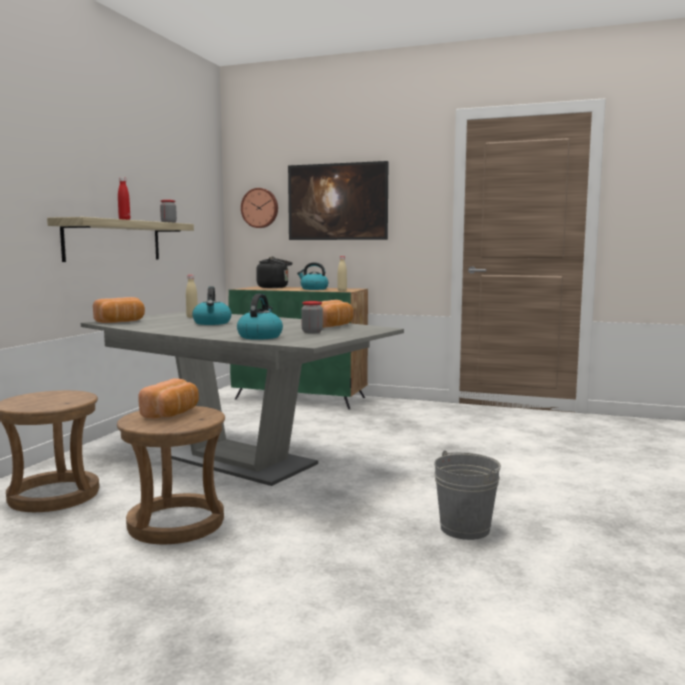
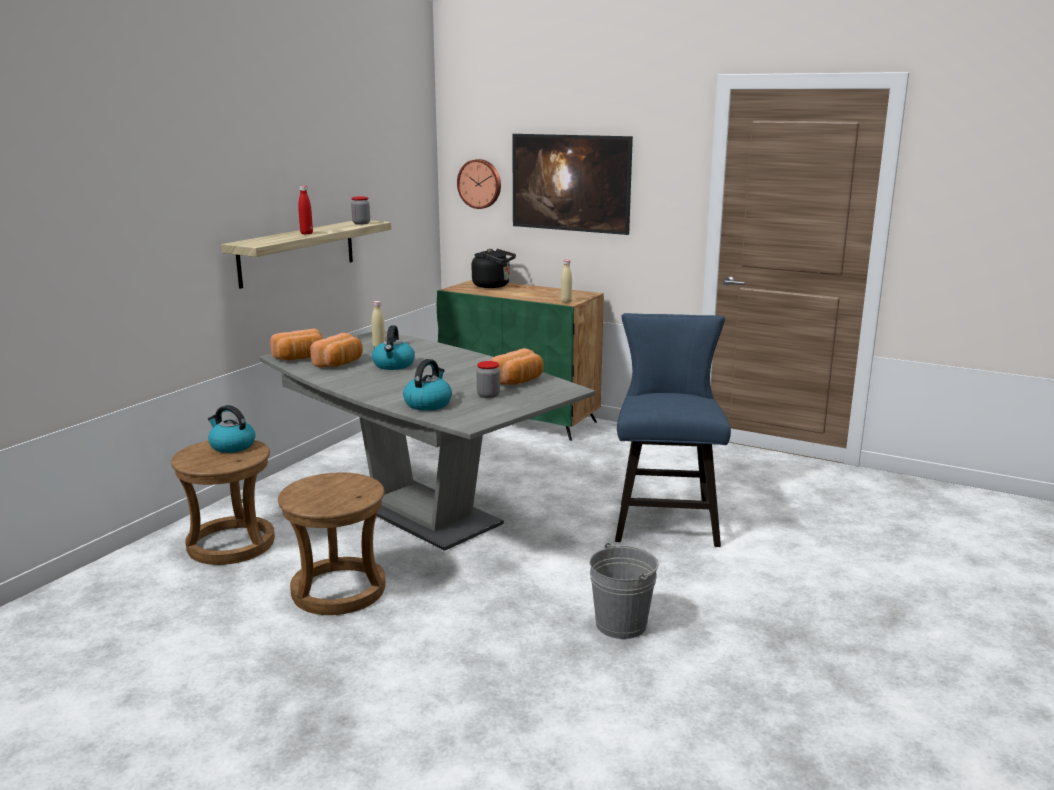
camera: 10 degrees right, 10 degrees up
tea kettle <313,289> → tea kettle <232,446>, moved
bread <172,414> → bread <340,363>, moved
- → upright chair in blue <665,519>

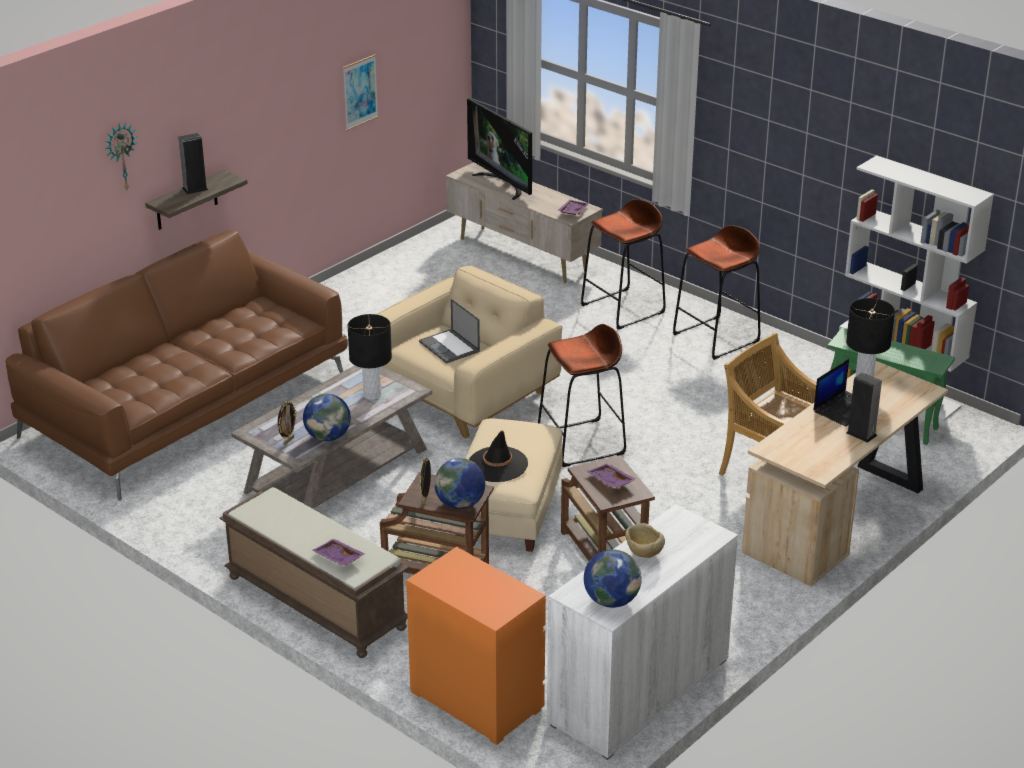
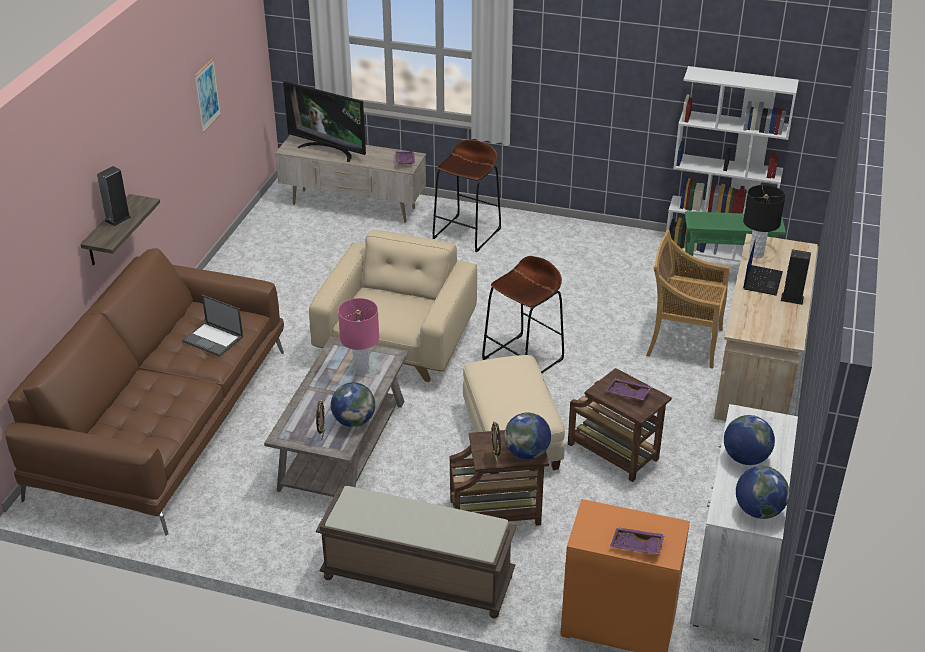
camera: 25 degrees left, 5 degrees up
portable computer <450,347> → portable computer <214,339>, moved
table lamp in blackish <372,395> → table lamp in pink-coloured <361,370>
tray in purple <338,558> → tray in purple <636,546>, moved
deep dish in beige <643,554> → world globe <745,458>
wall clock <121,156> → -
hat in blackish <497,465> → -
stool seat in brownish <716,337> → -

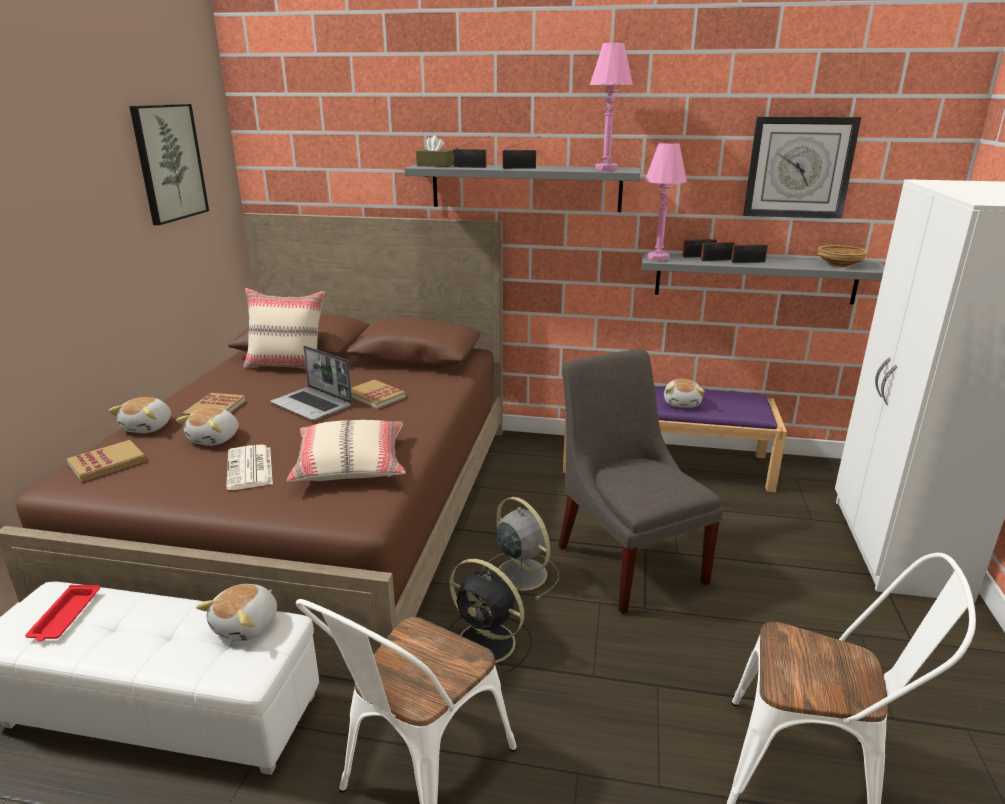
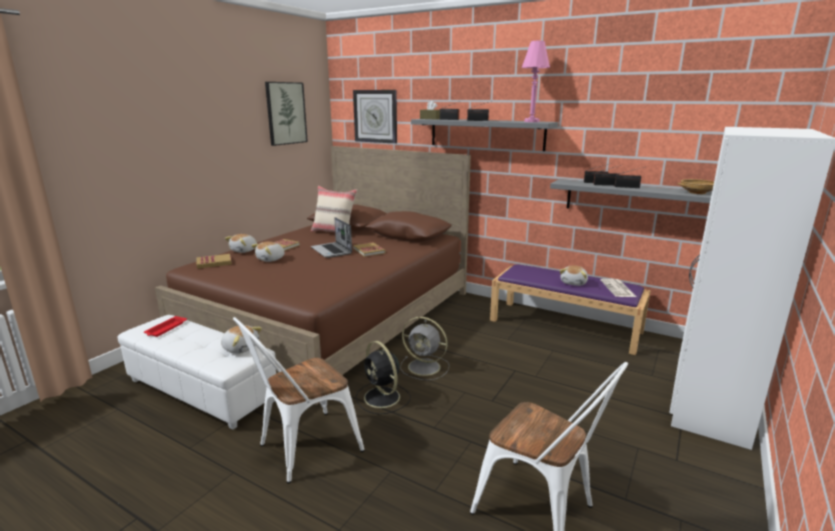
camera: 20 degrees right, 5 degrees down
soft toy <247,625> → soft toy <241,348>, 105 degrees counterclockwise
wall clock <799,167> → wall clock <375,116>, moved
cooling fan in greyish <519,573> → cooling fan in greyish <425,367>, 135 degrees clockwise
printed paper <250,468> → printed paper <618,289>, moved
cushion in beige <351,465> → -
upright chair in greyish <628,559> → -
table lamp in pink-coloured <658,258> → -

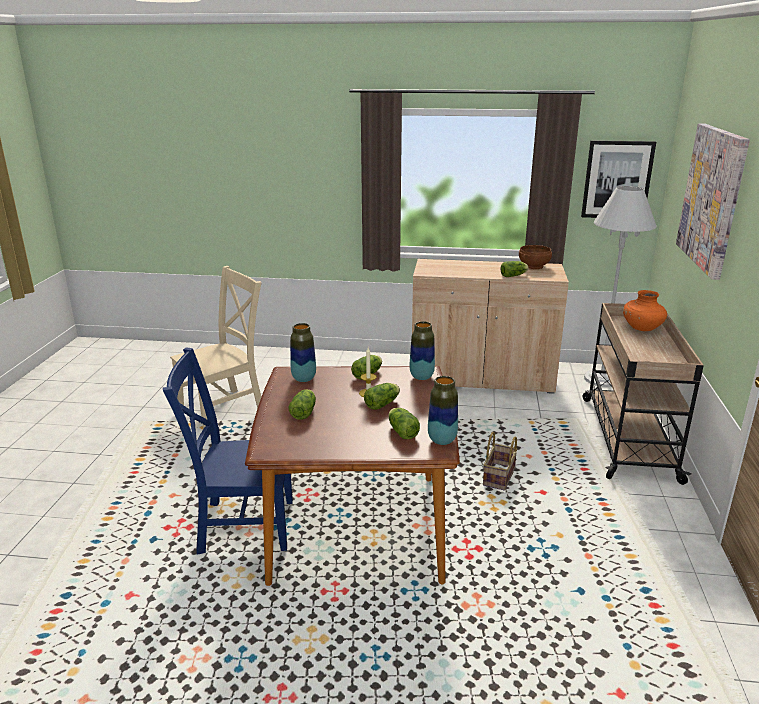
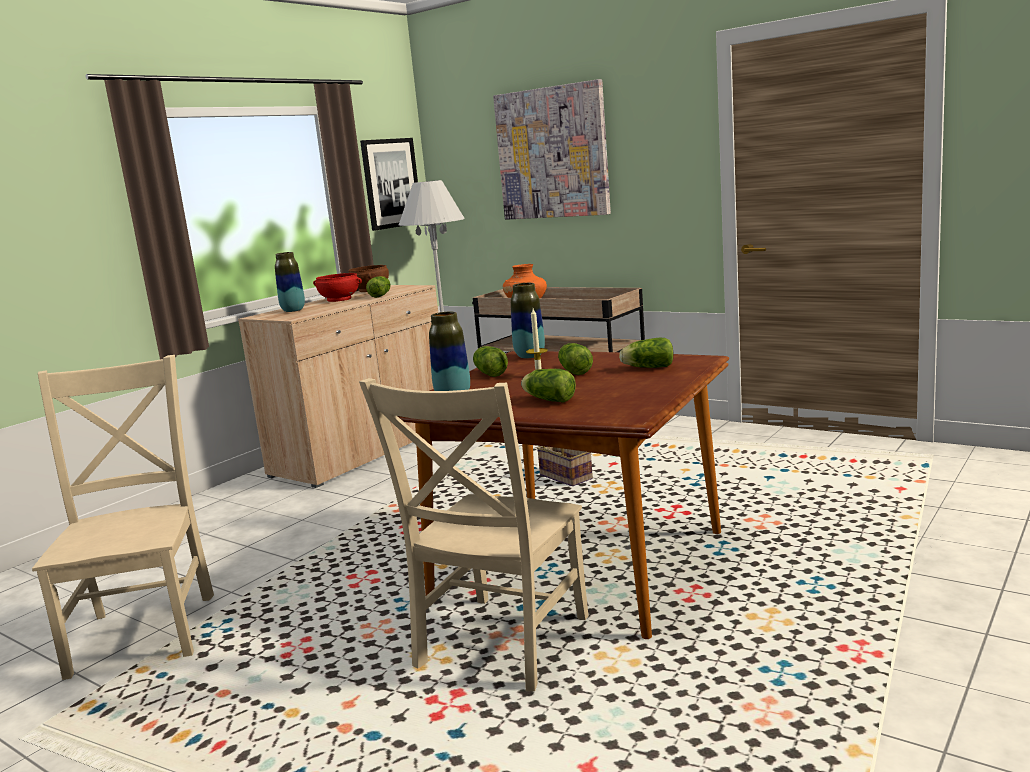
camera: 60 degrees left, 10 degrees down
flower vase <442,440> → flower vase <293,310>, moved
- → deep dish in red-coloured <339,299>
upright chair in blue <242,526> → upright chair in beige <499,646>

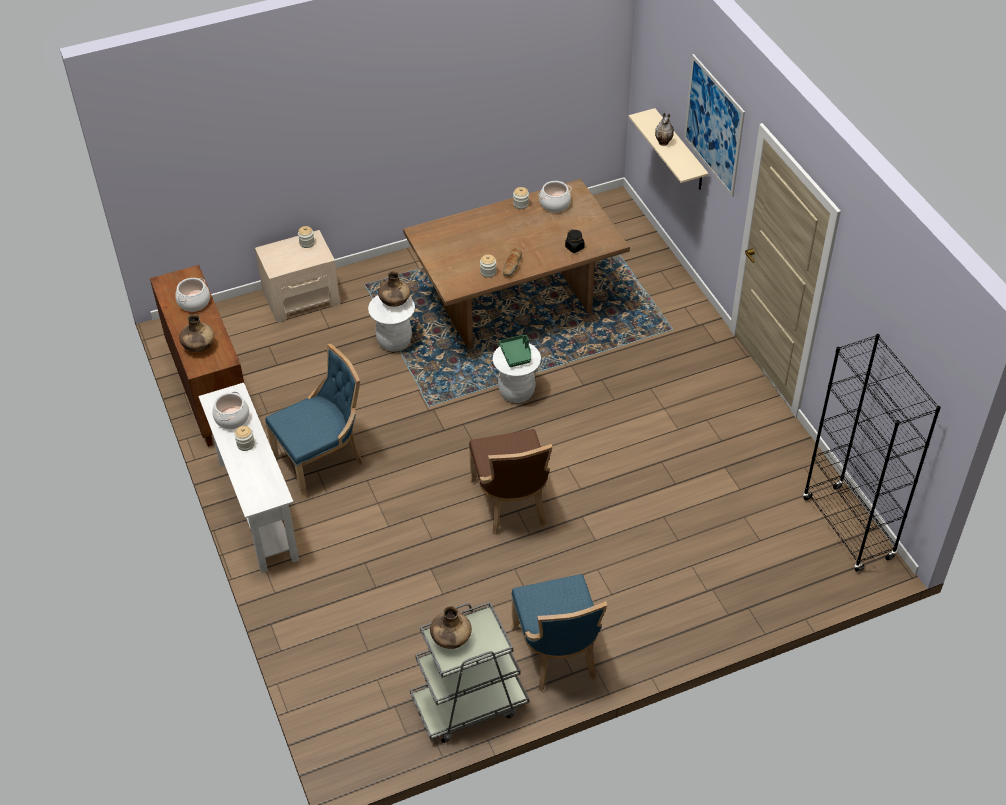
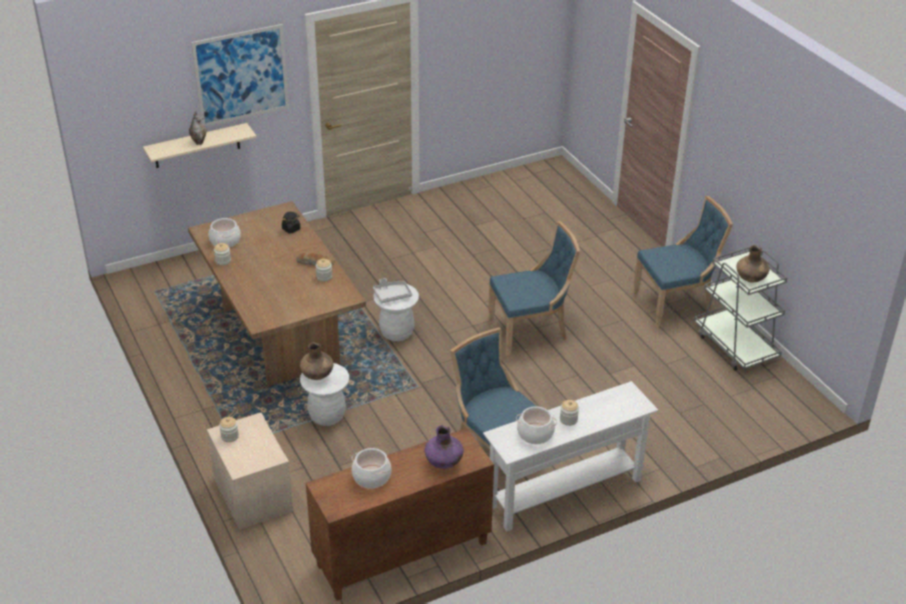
camera: 95 degrees left, 10 degrees down
tray in green <516,354> → tray in greyish <392,295>
flower vase in brownish <199,347> → flower vase in purple <444,462>
upright chair in brownish <511,504> → upright chair in blue <531,331>
bookshelf in blackish <847,529> → -

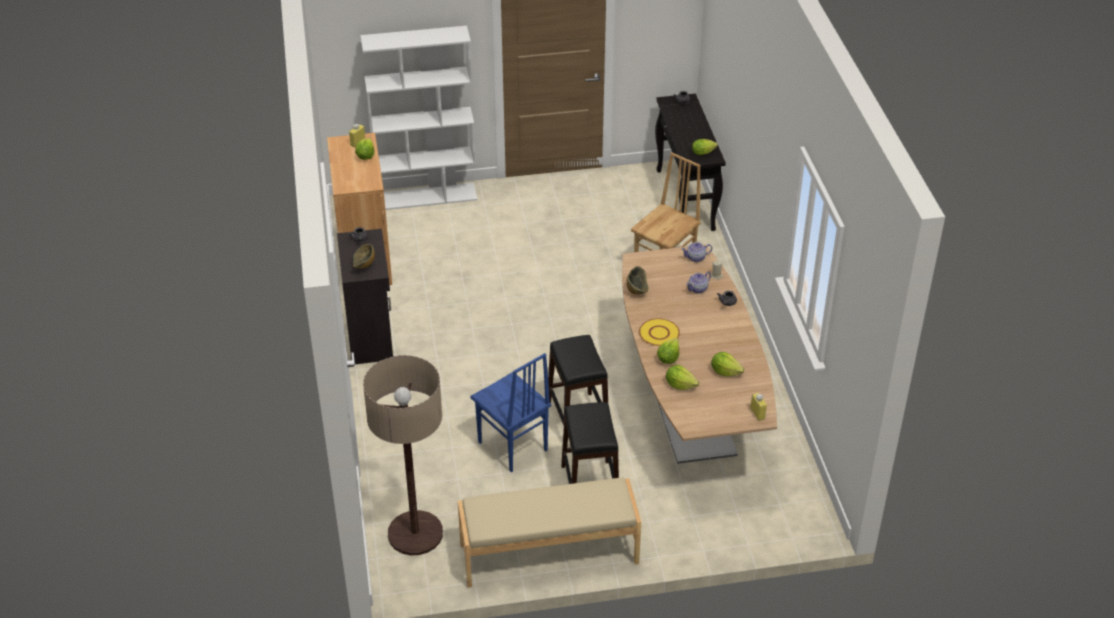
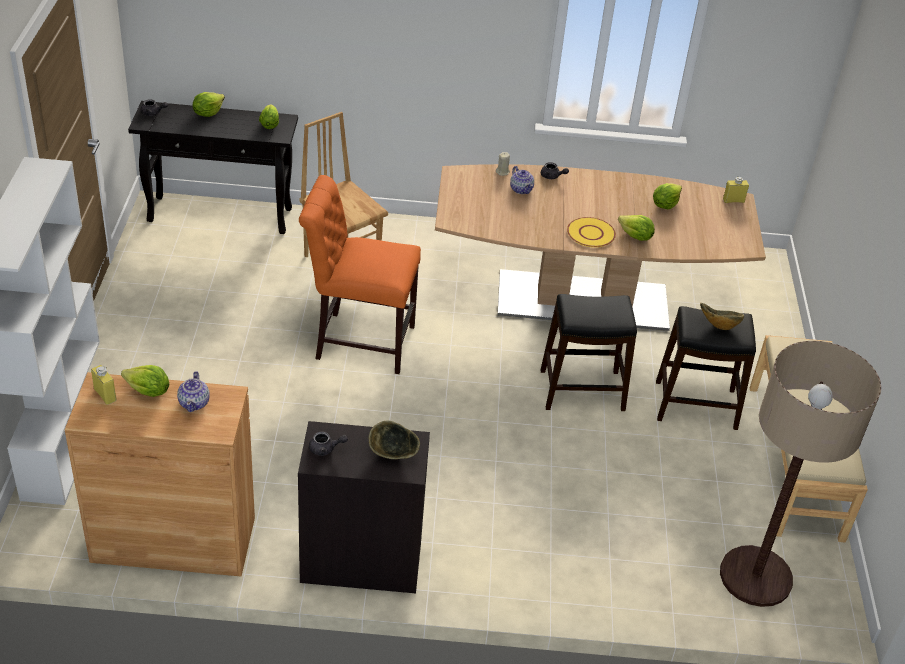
camera: 80 degrees left, 0 degrees up
pot for tea <696,258> → pot for tea <194,403>, moved
head of lettuce <680,385> → head of lettuce <208,113>, moved
- → upright chair in orange <359,341>
deep dish <637,290> → deep dish <718,325>, moved
upright chair in blue <512,447> → -

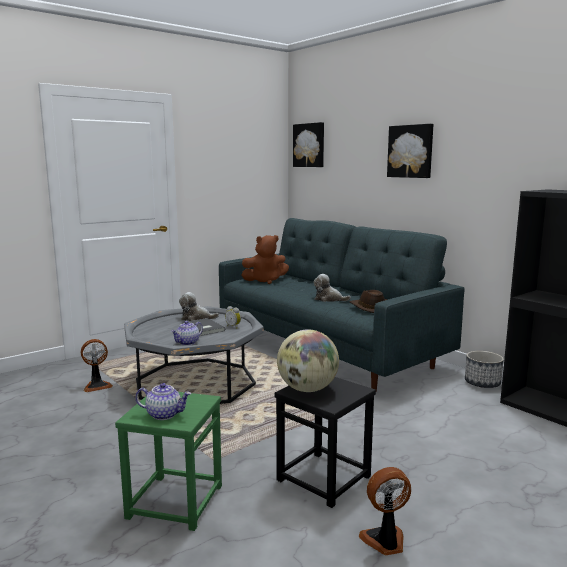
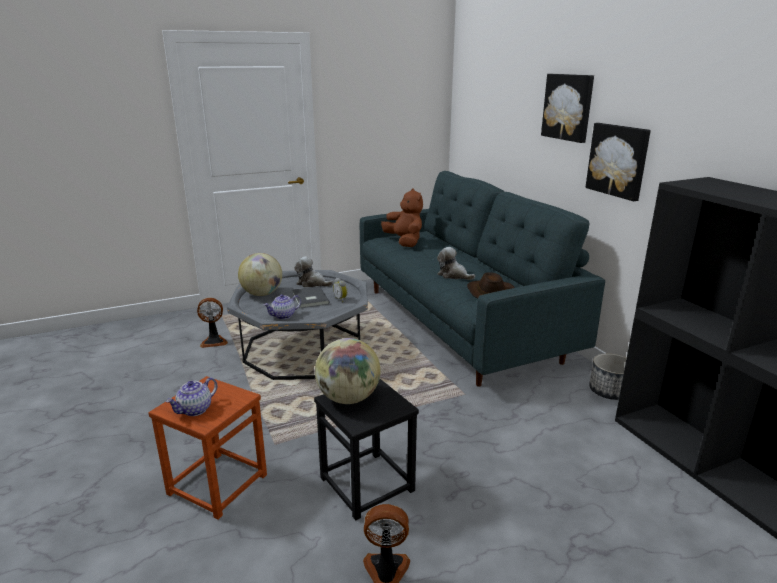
camera: 15 degrees right, 10 degrees up
stool seat in green <174,501> → stool seat in brownish <217,484>
pot for tea <164,414> → pot for tea <195,410>, 105 degrees clockwise
- → world globe <262,294>
soft toy in brownish <265,281> → soft toy in brownish <404,242>, 120 degrees counterclockwise
wall picture <309,145> → wall picture <618,160>, moved

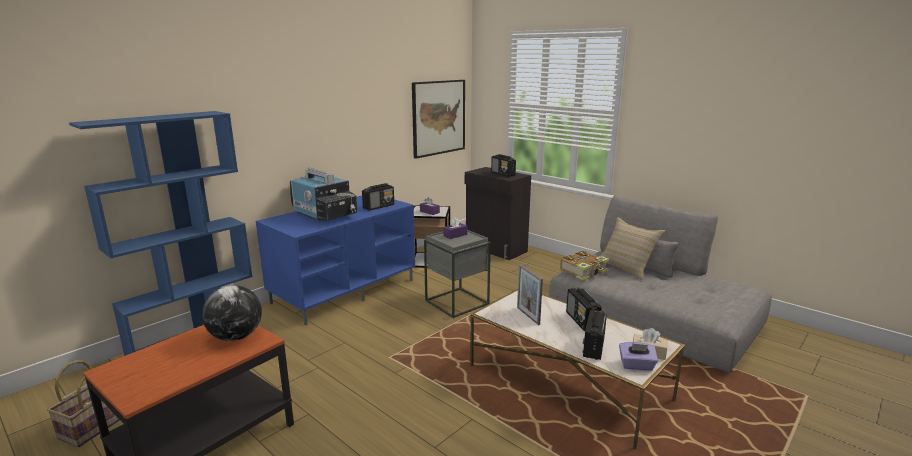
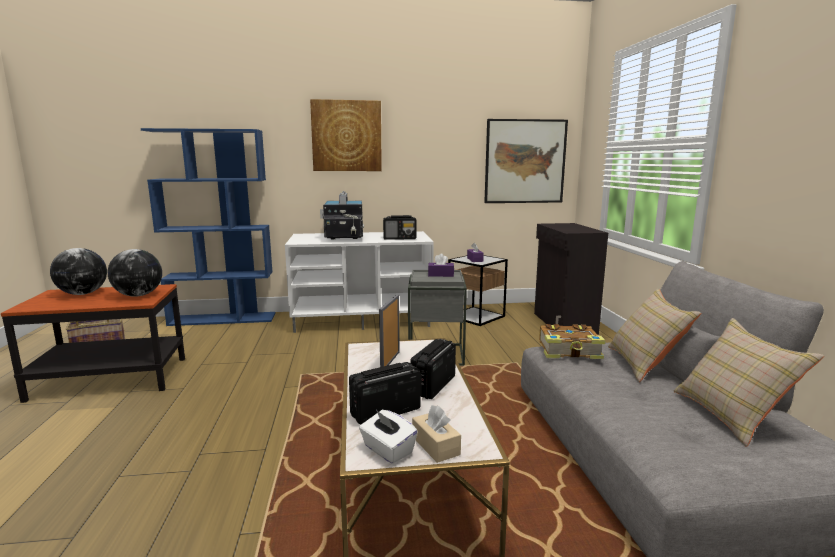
camera: 40 degrees right, 5 degrees down
- → world globe <83,294>
media console in blue <344,290> → media console in white-coloured <363,319>
- → wall picture <346,136>
box of tissues in purple <636,365> → box of tissues in white-coloured <387,450>
- → cushion in beige <731,415>
radio receiver <503,174> → -

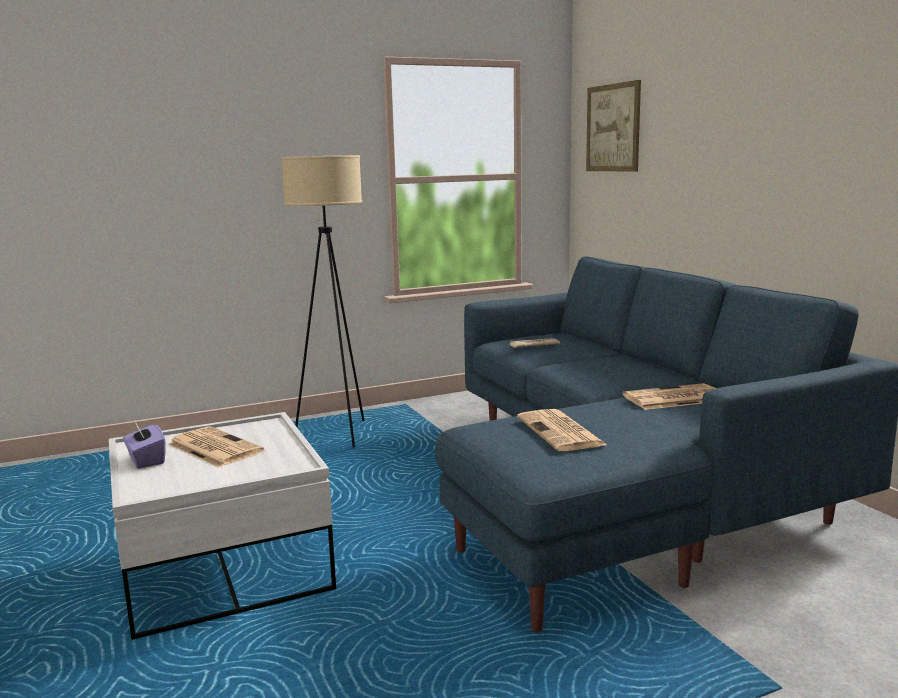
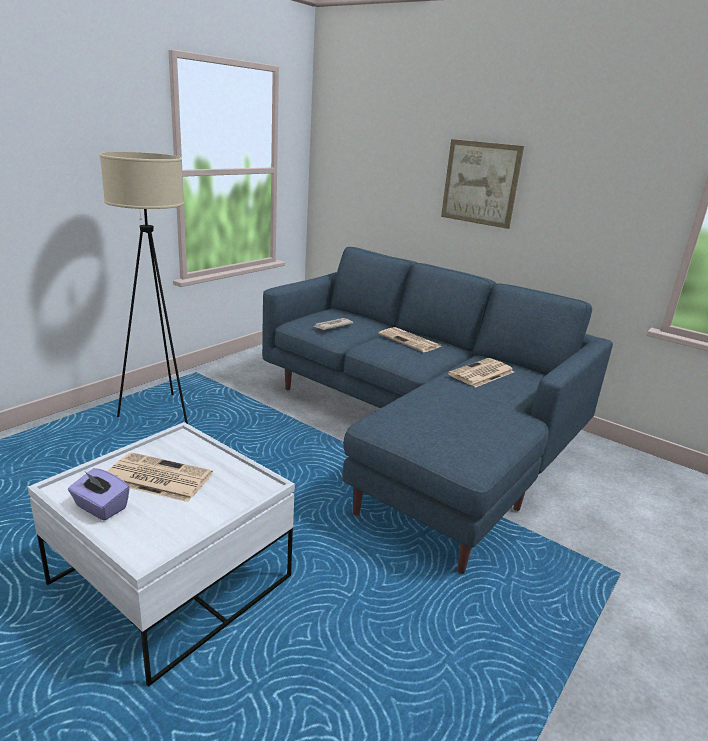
camera: 30 degrees left, 10 degrees up
printed paper <561,432> → printed paper <410,341>, moved
wall picture <613,128> → wall picture <480,183>, moved

